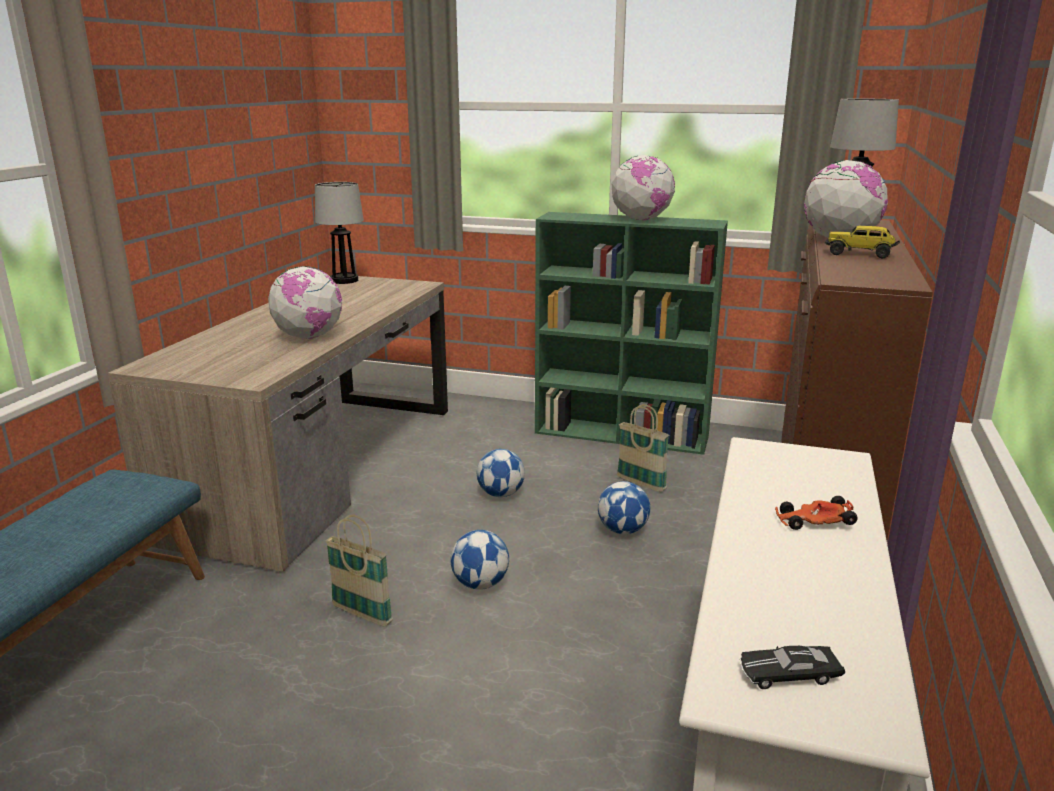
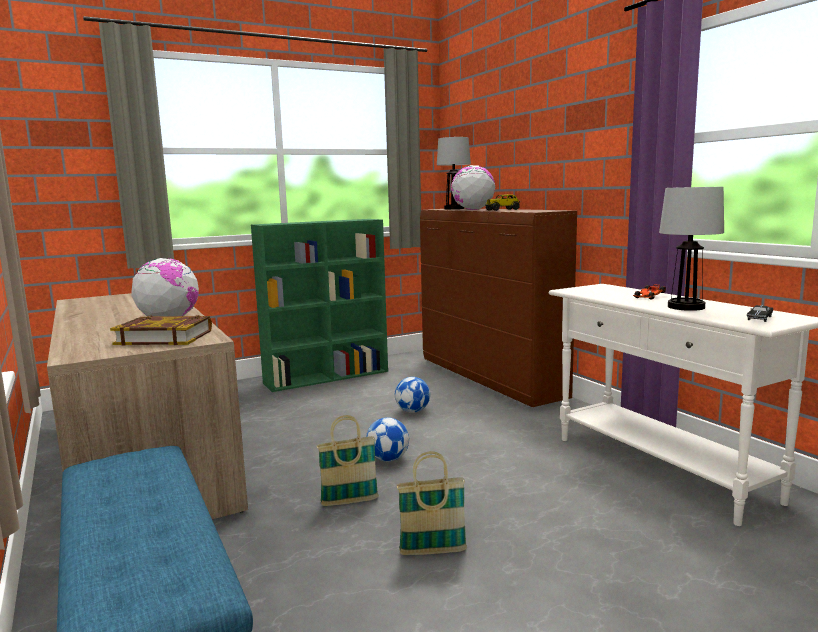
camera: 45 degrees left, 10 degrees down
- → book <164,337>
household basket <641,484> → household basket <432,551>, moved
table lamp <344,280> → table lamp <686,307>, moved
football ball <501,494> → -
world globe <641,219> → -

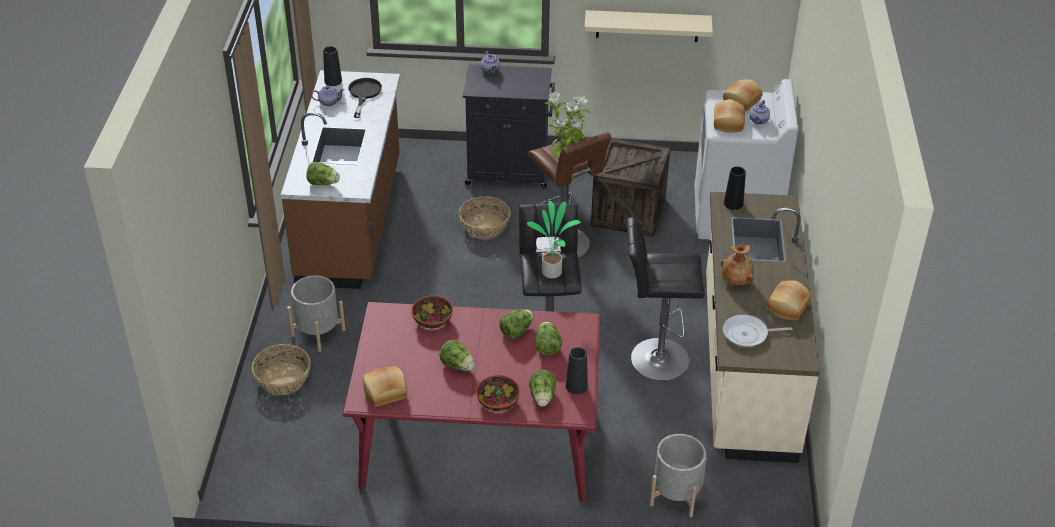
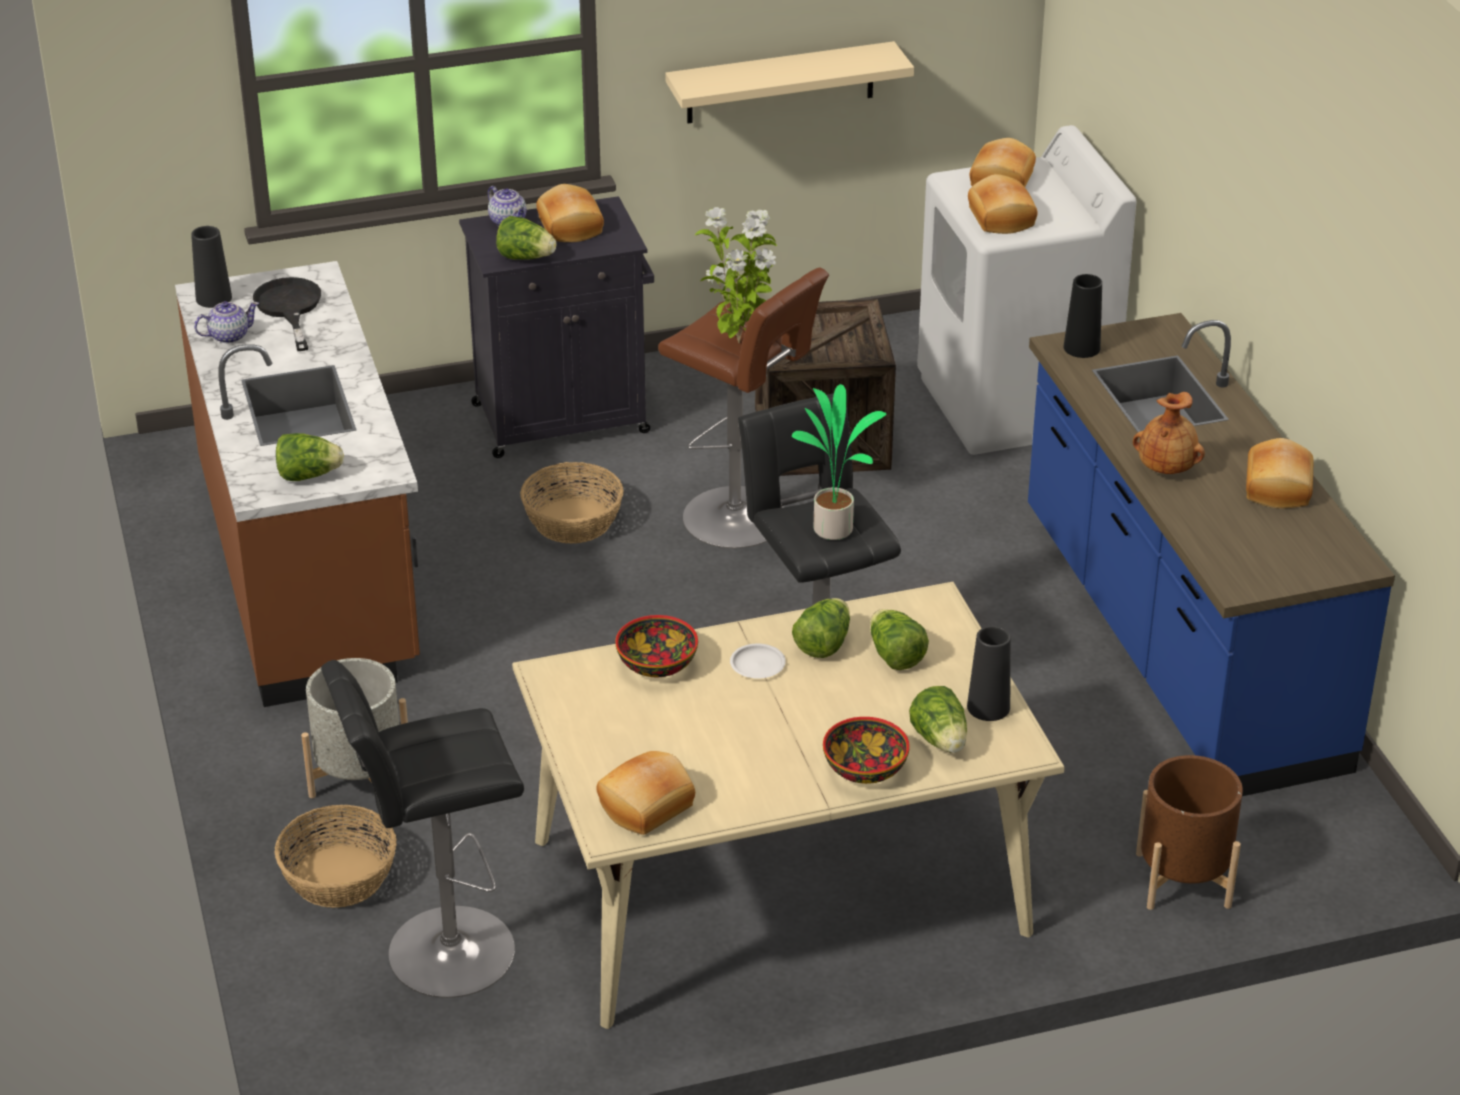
camera: 20 degrees left, 5 degrees down
stool seat in blackish <655,359> → stool seat in blackish <441,954>, moved
head of lettuce <457,365> → head of lettuce <525,257>, moved
dinner table in red-coloured <479,441> → dinner table in beige <781,885>
- → bread <568,227>
- → dinner plate in white-coloured <757,665>
counter in beige <746,367> → counter in blue <1177,642>
plant pot in greyish <676,495> → plant pot in brownish <1183,880>
frying pan <748,334> → -
pot for tea <758,121> → -

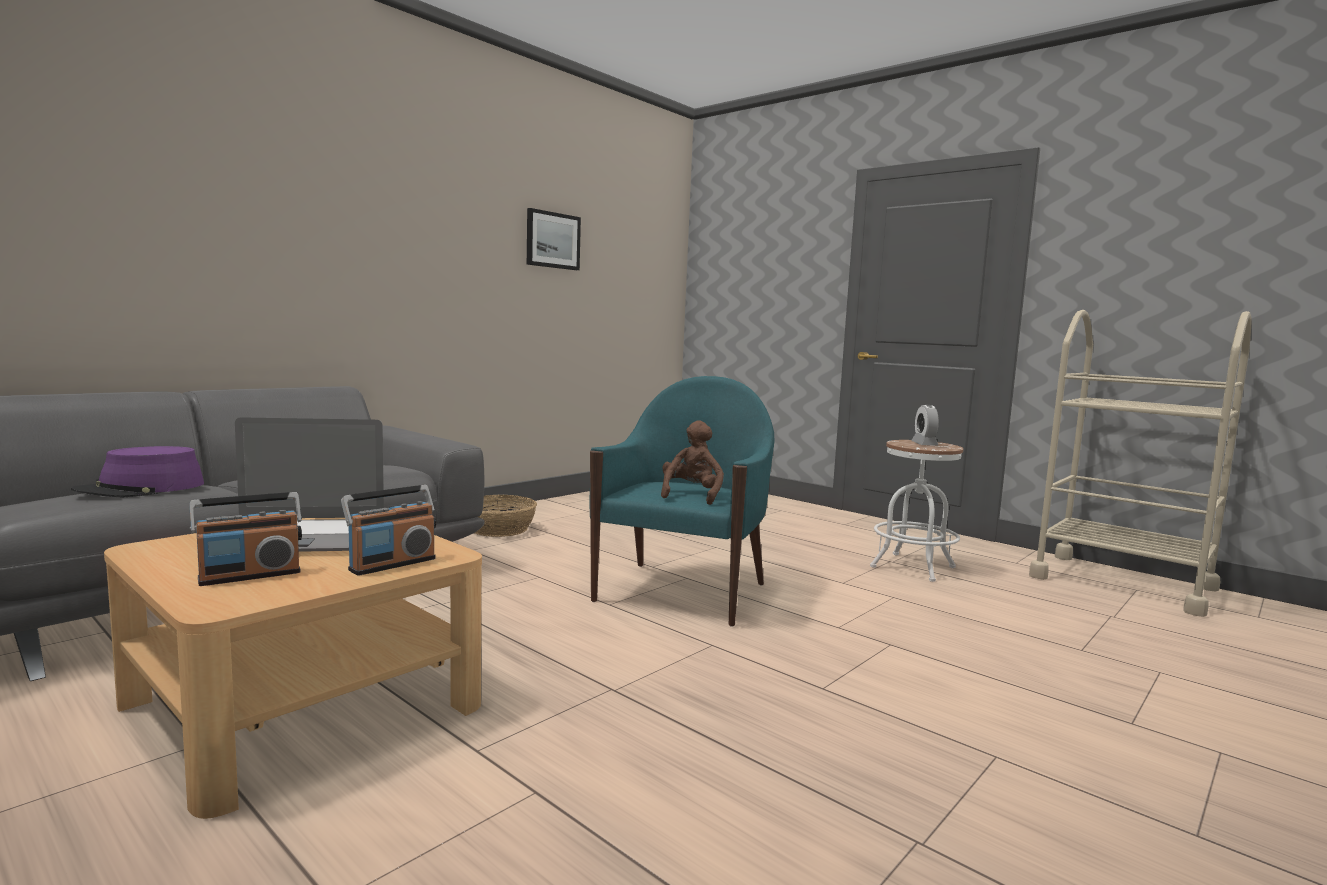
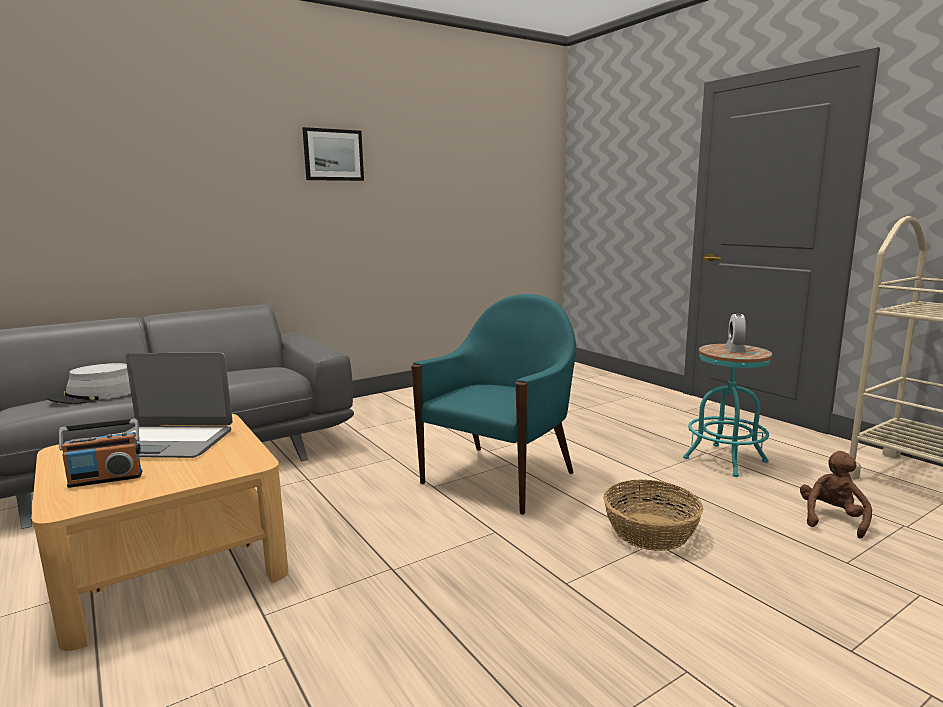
camera: 15 degrees right, 5 degrees up
hat in purple <141,489> → hat in greyish <95,395>
wall picture <552,240> → wall picture <333,155>, moved
household basket <498,529> → household basket <649,532>, moved
stool seat in white-coloured <912,567> → stool seat in blue-green <725,460>
soft toy in brownish <691,495> → soft toy in brownish <832,519>, moved
radio receiver <392,564> → -

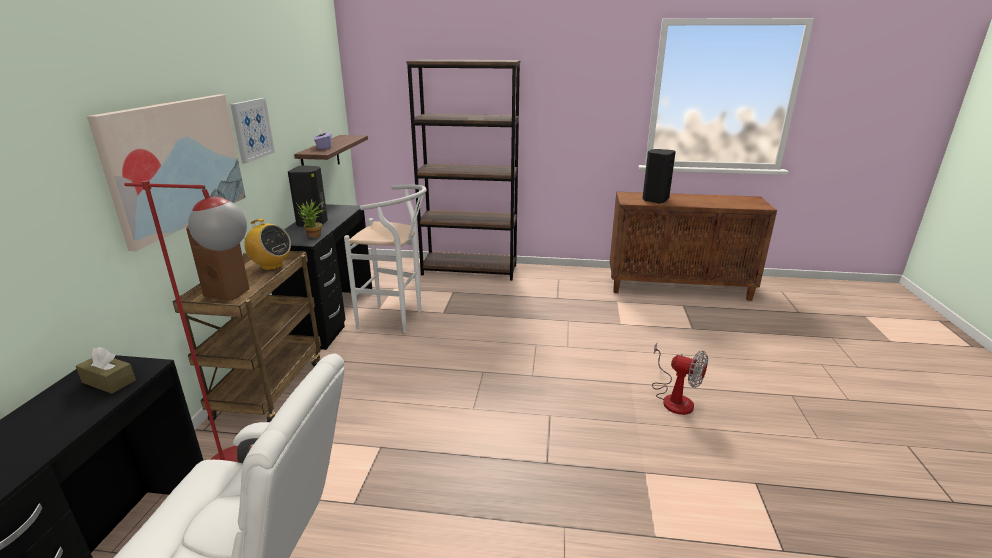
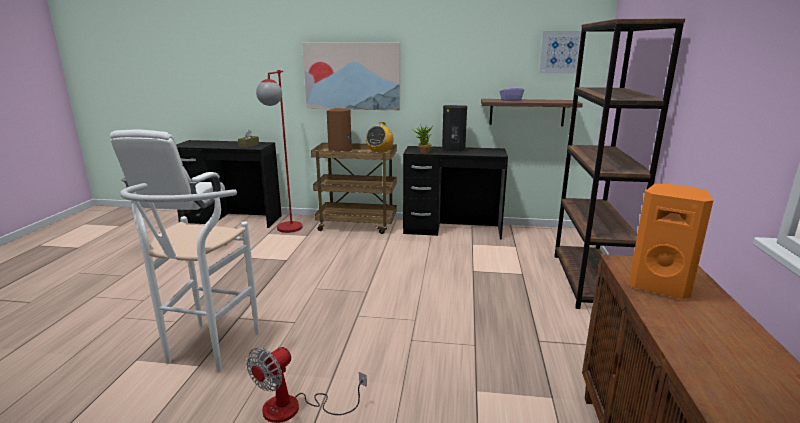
camera: 90 degrees right, 5 degrees down
stool seat in white-coloured <396,320> → stool seat in white-coloured <207,352>, moved
wall picture <252,129> → wall picture <561,52>, moved
speaker in blackish <655,200> → speaker in orange <660,286>

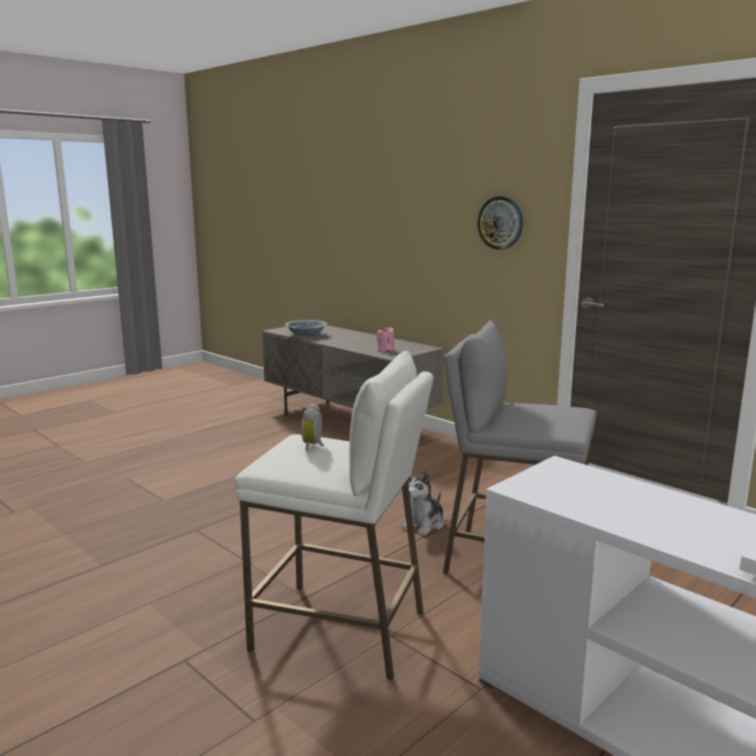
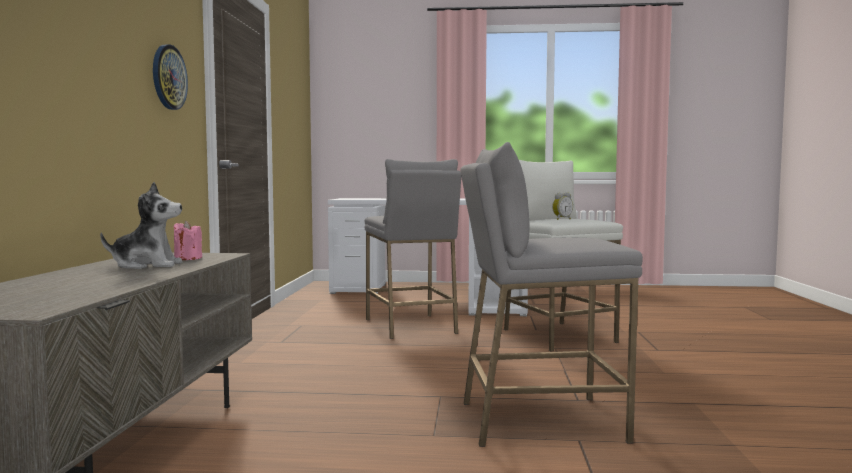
camera: 130 degrees left, 10 degrees down
soft toy <424,524> → soft toy <147,265>, moved
- → stool seat in greyish <540,421>
deep dish <306,335> → -

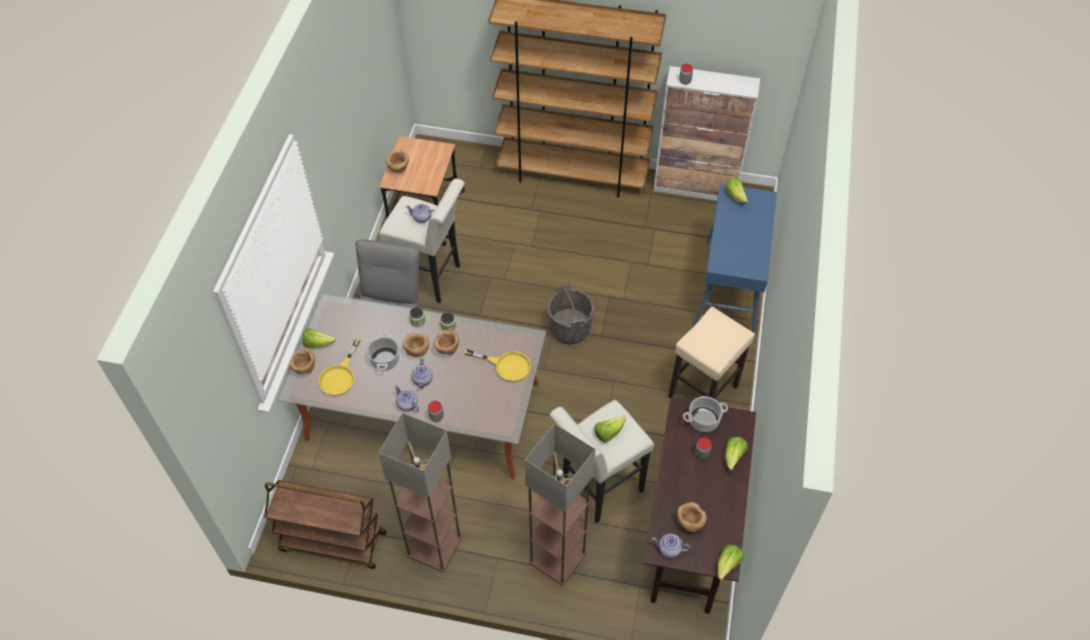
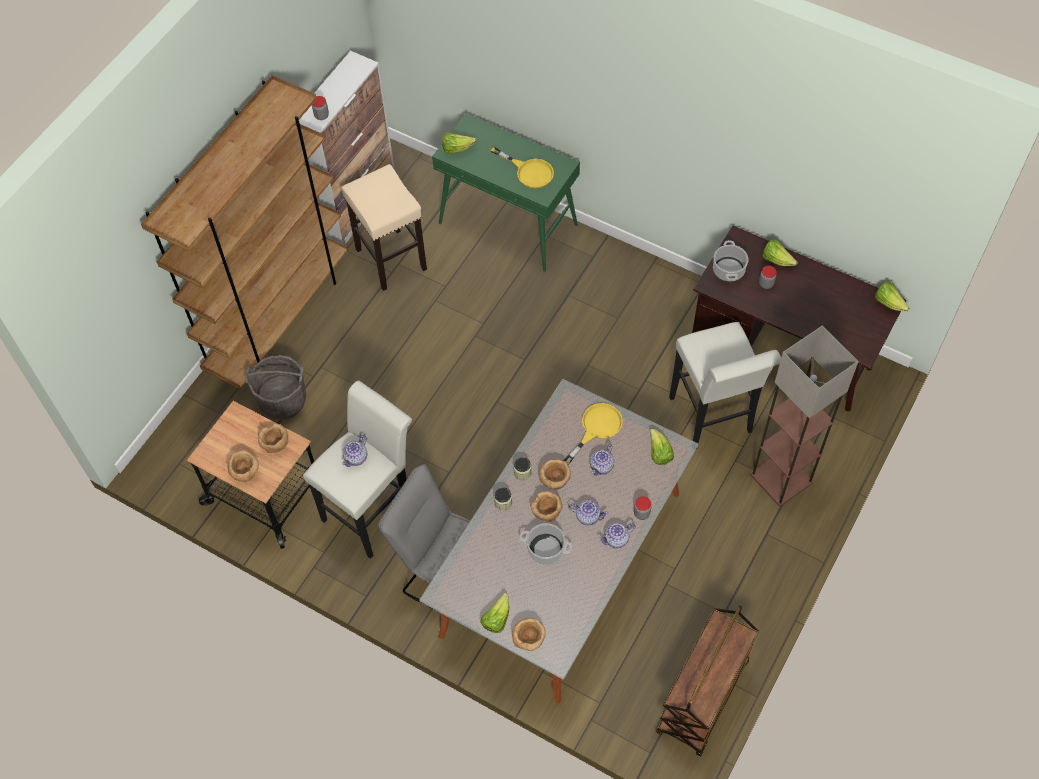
camera: 70 degrees left, 5 degrees up
water bucket in greyish <570,329> → water bucket in greyish <283,400>, moved
deep dish in brownish <689,523> → deep dish in brownish <275,445>, moved
stool seat in beige <703,391> → stool seat in beige <390,258>, moved
narrow table in blue <729,288> → narrow table in green <509,224>
frying pan in yellow-coloured <340,376> → frying pan in yellow-coloured <529,171>, moved
pot for tea <670,549> → pot for tea <602,466>, moved
head of lettuce <608,433> → head of lettuce <659,453>, moved
standing lamp <433,547> → -

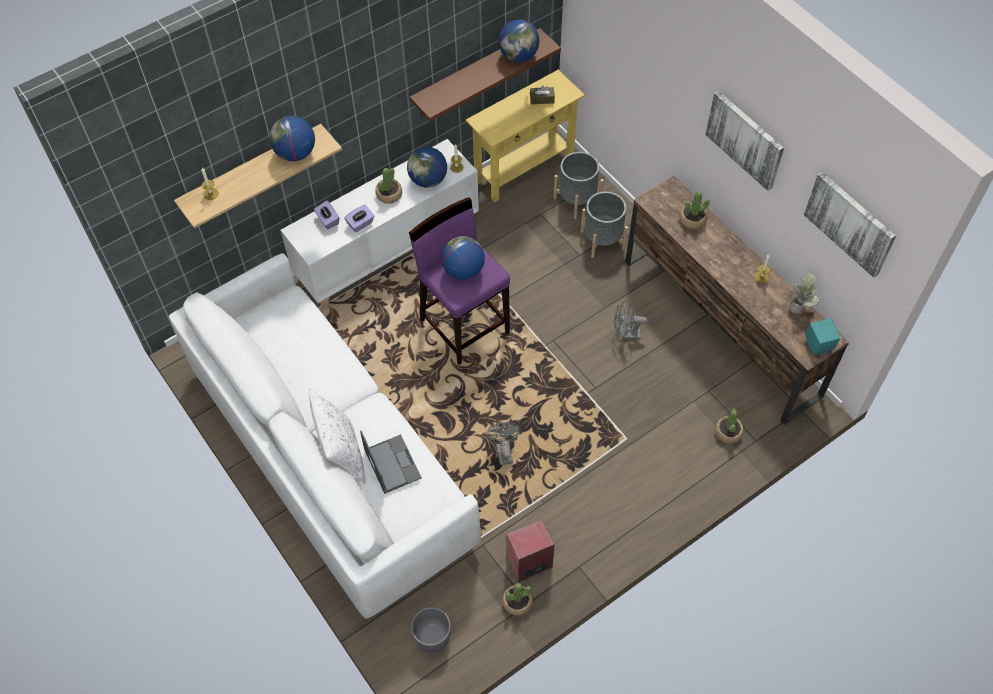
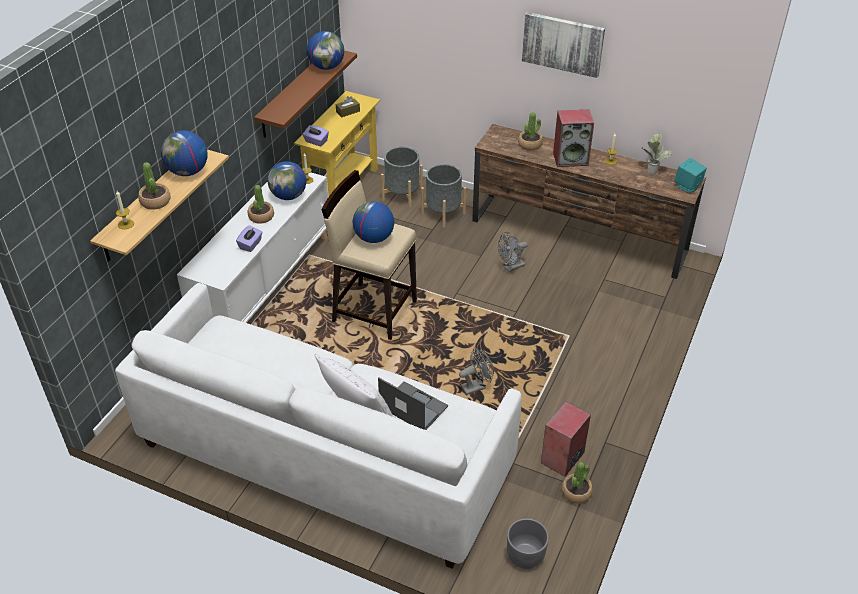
camera: 30 degrees left, 15 degrees down
houseplant <728,432> → houseplant <155,201>, moved
box of tissues in purple <327,220> → box of tissues in purple <316,142>, moved
stool seat in purple <464,325> → stool seat in beige <374,311>
cooling fan in greyish <503,451> → cooling fan in greyish <476,386>, 105 degrees clockwise
- → speaker <571,159>
wall picture <850,223> → -

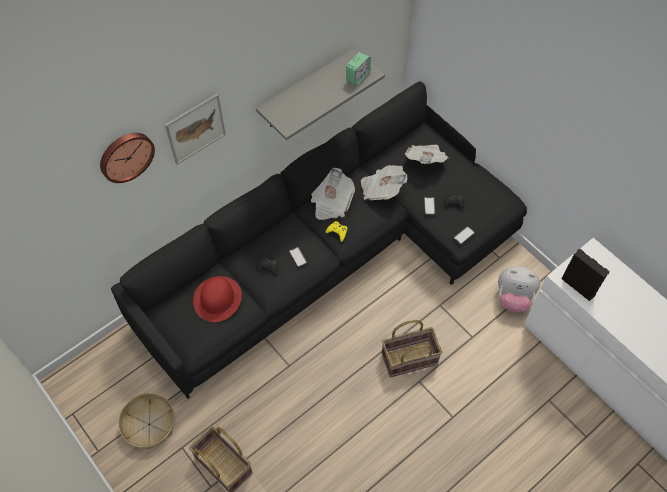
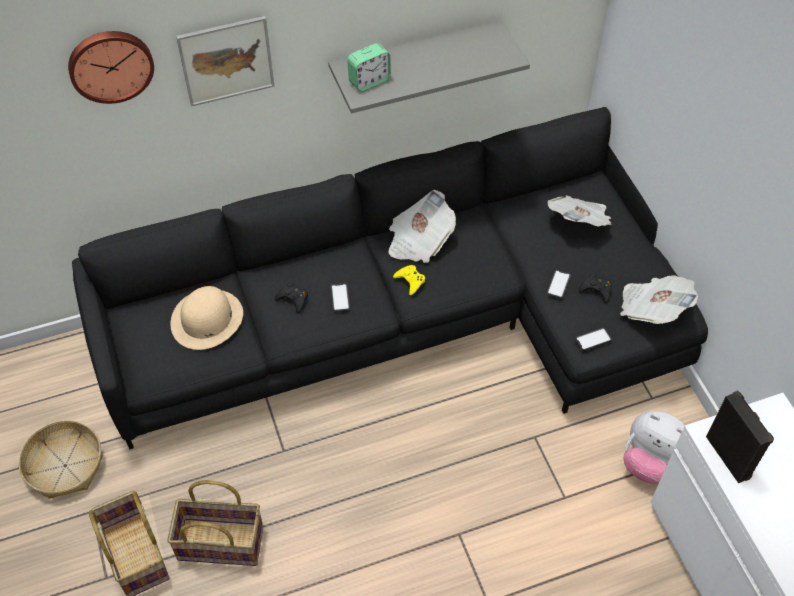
camera: 20 degrees right, 5 degrees down
household basket <409,358> → household basket <221,541>, moved
hat in red-coloured <217,299> → hat in beige <207,319>
alarm clock <357,77> → alarm clock <369,81>, moved
printed paper <381,189> → printed paper <652,309>, moved

